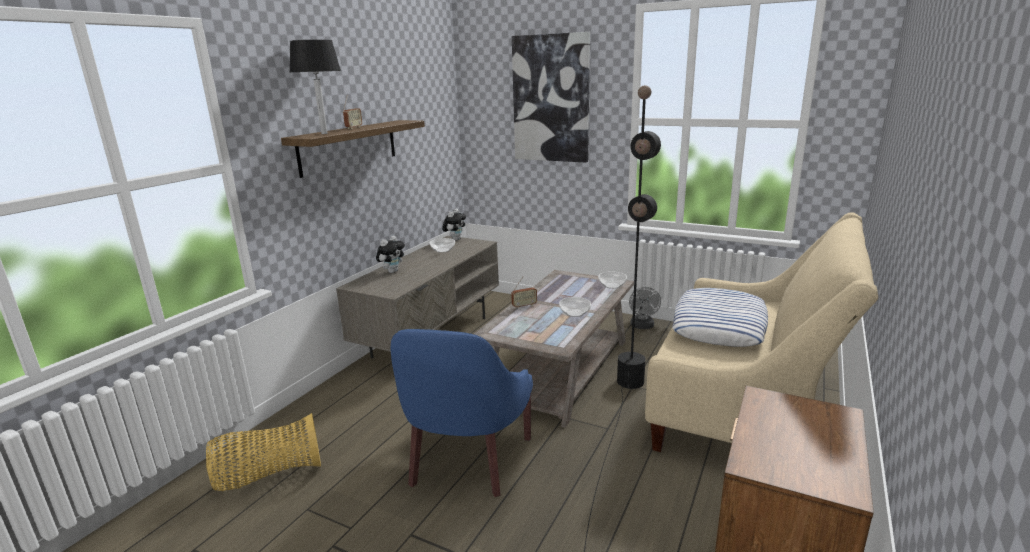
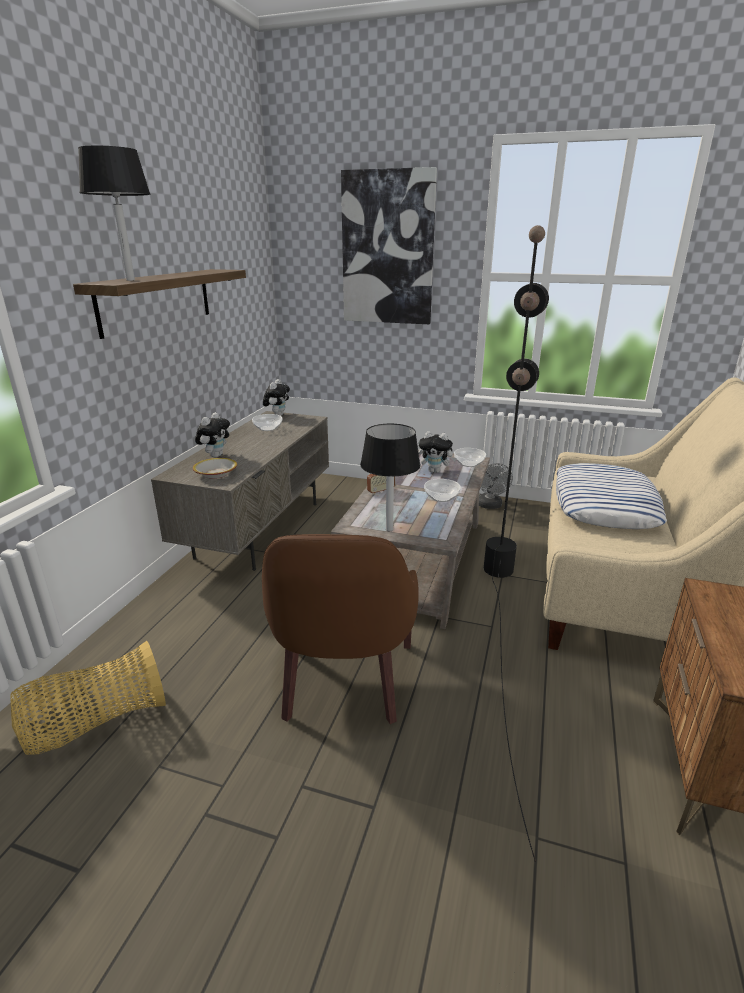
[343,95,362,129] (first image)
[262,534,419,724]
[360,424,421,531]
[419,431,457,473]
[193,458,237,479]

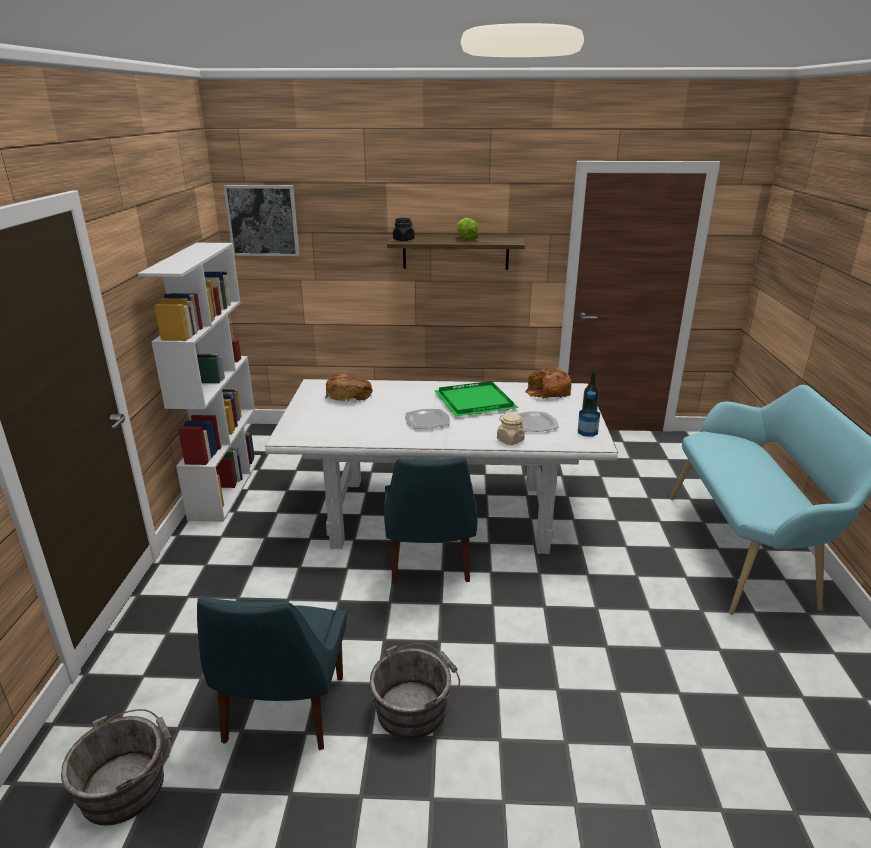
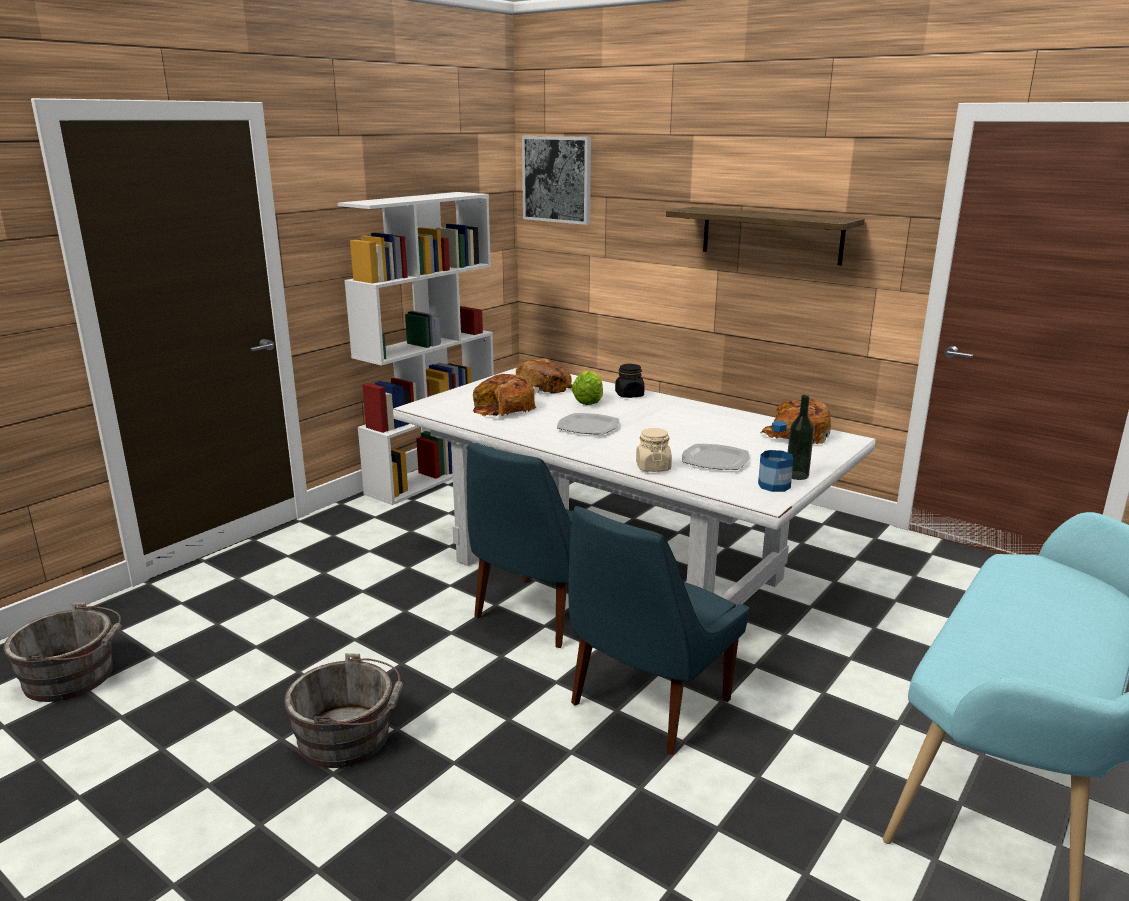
[615,364,645,398]
[572,371,603,405]
[435,381,519,417] (first image)
[568,506,749,755]
[472,374,536,416]

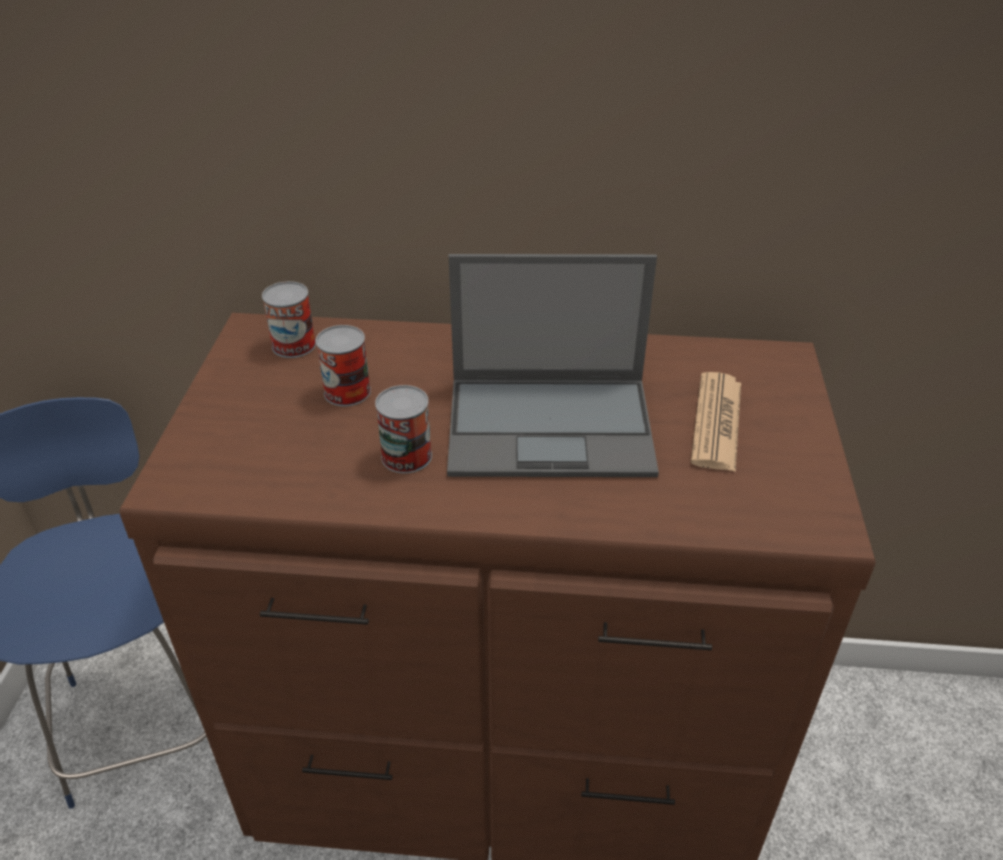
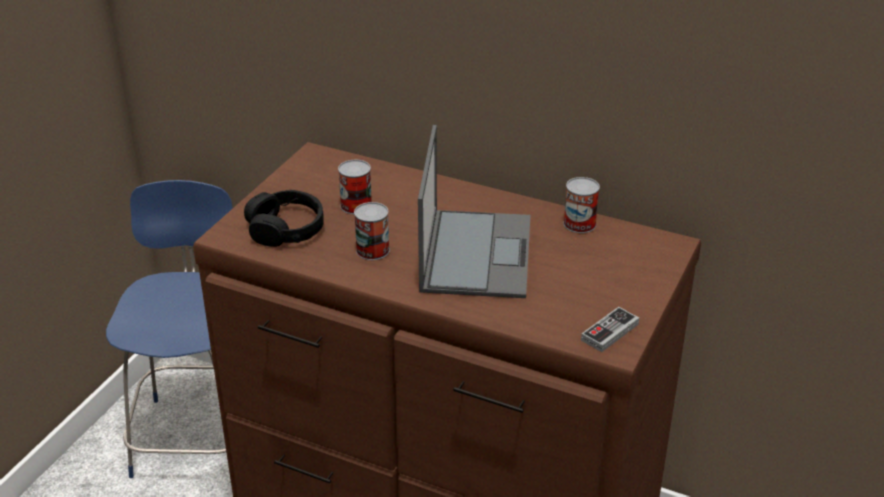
[418,125,530,298]
[563,177,600,233]
[691,372,741,472] (first image)
[244,190,324,247]
[581,307,639,352]

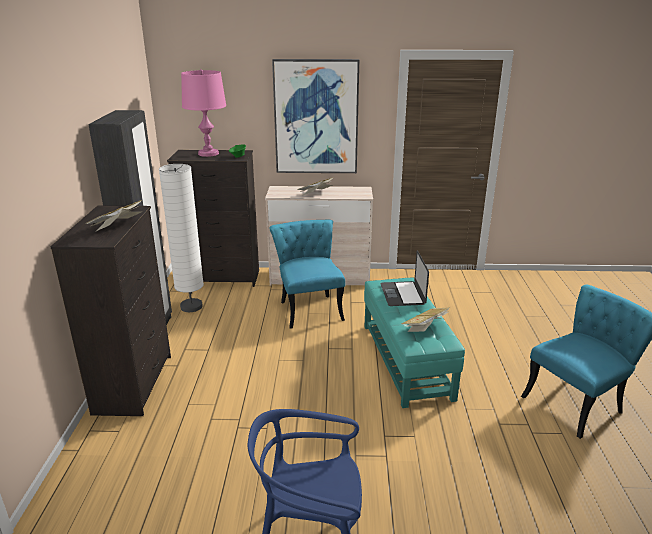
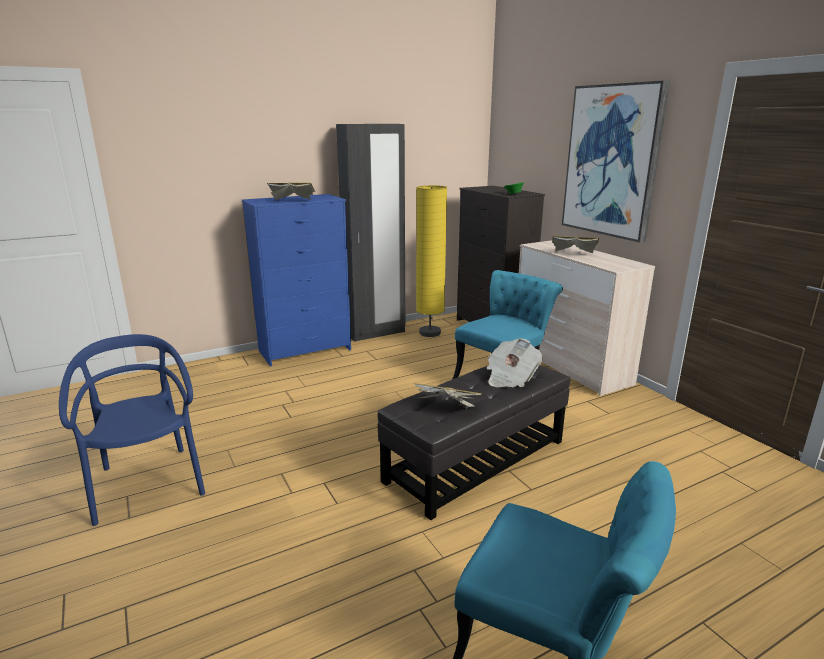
[181,69,226,157] (first image)
[416,185,447,337]
[242,194,351,367]
[487,338,543,387]
[378,365,570,520]

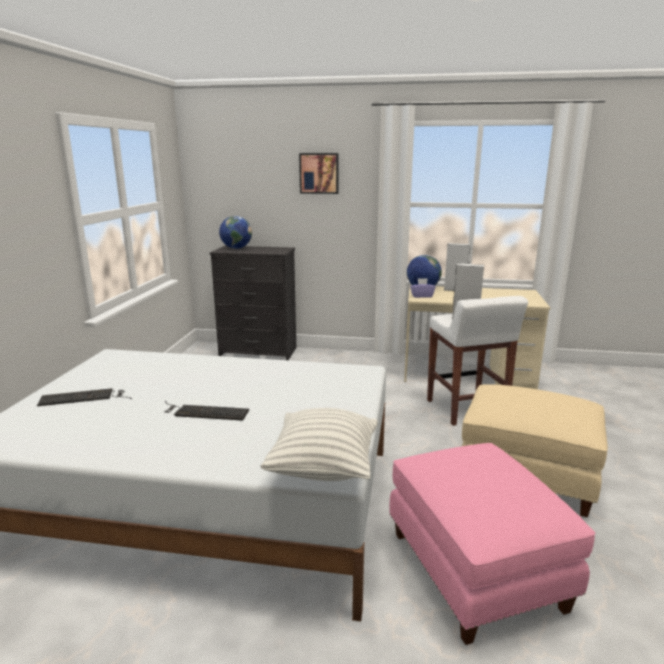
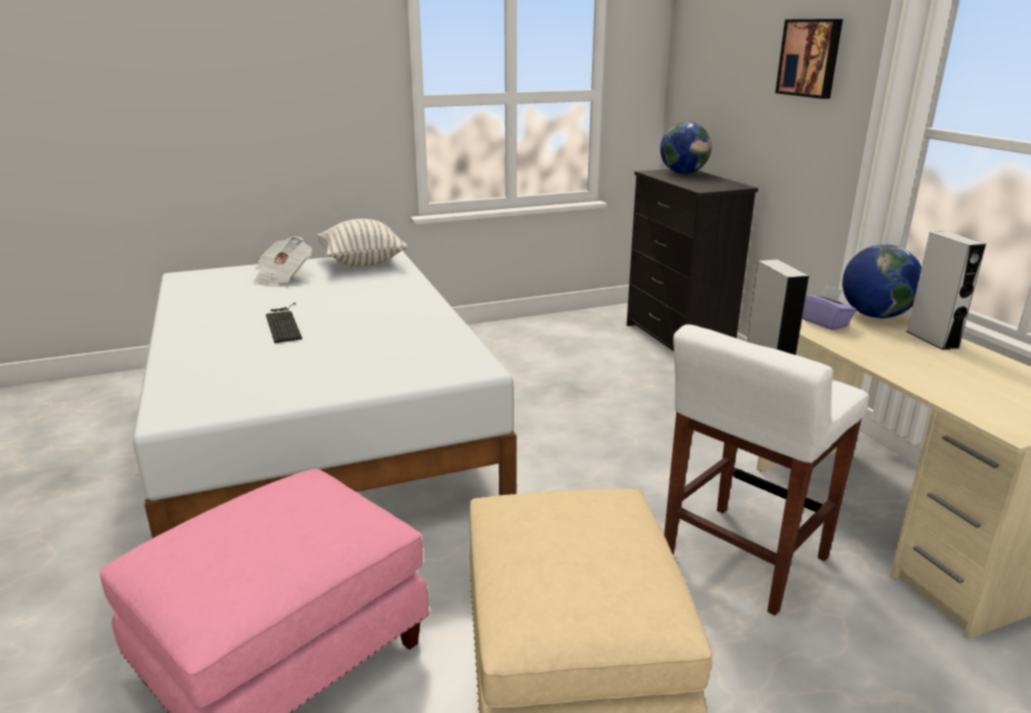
[253,237,312,286]
[316,219,408,266]

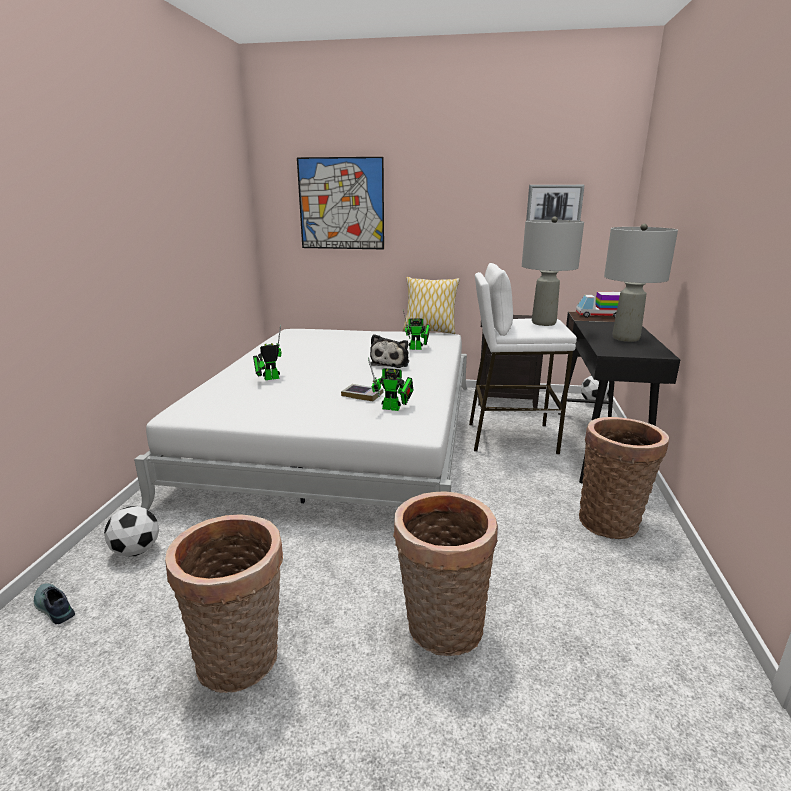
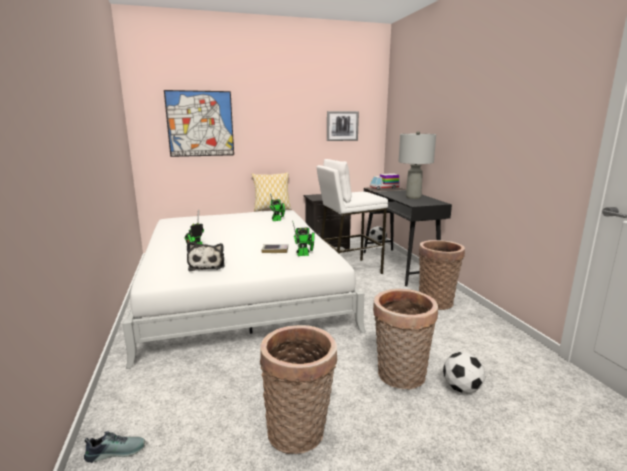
[522,216,584,326] (first image)
[187,241,225,271]
[443,352,485,393]
[84,431,145,463]

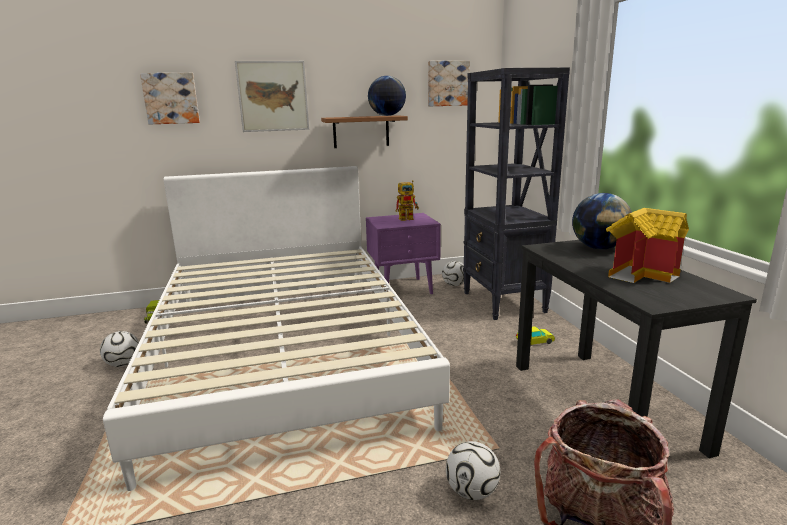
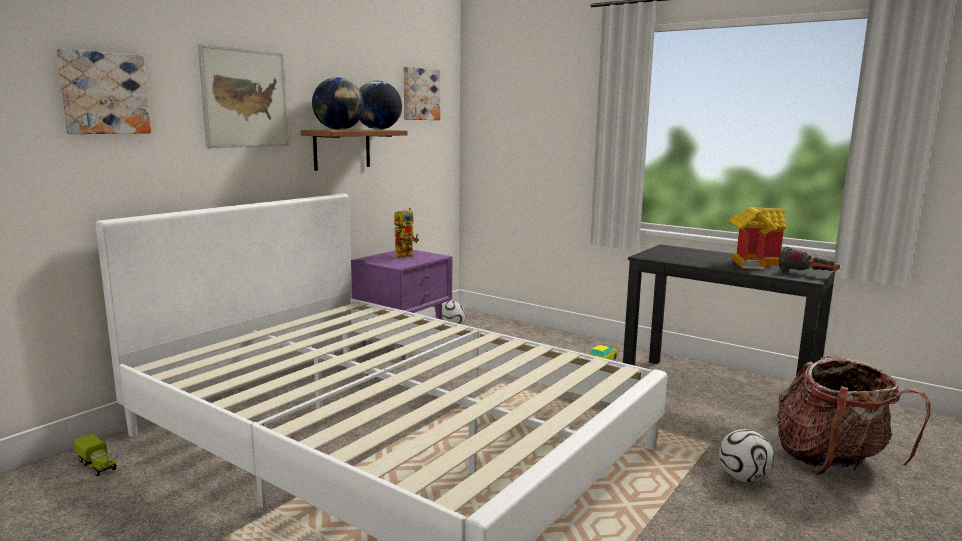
[463,67,570,320] (first image)
[312,77,364,130]
[100,331,139,367] (first image)
[779,247,840,271]

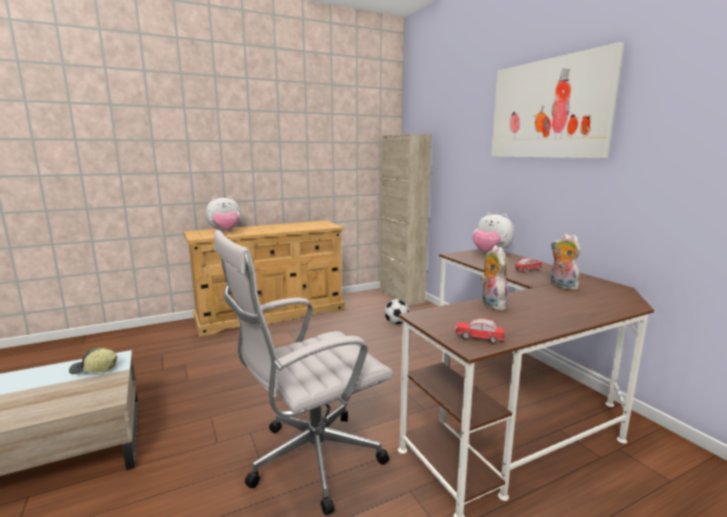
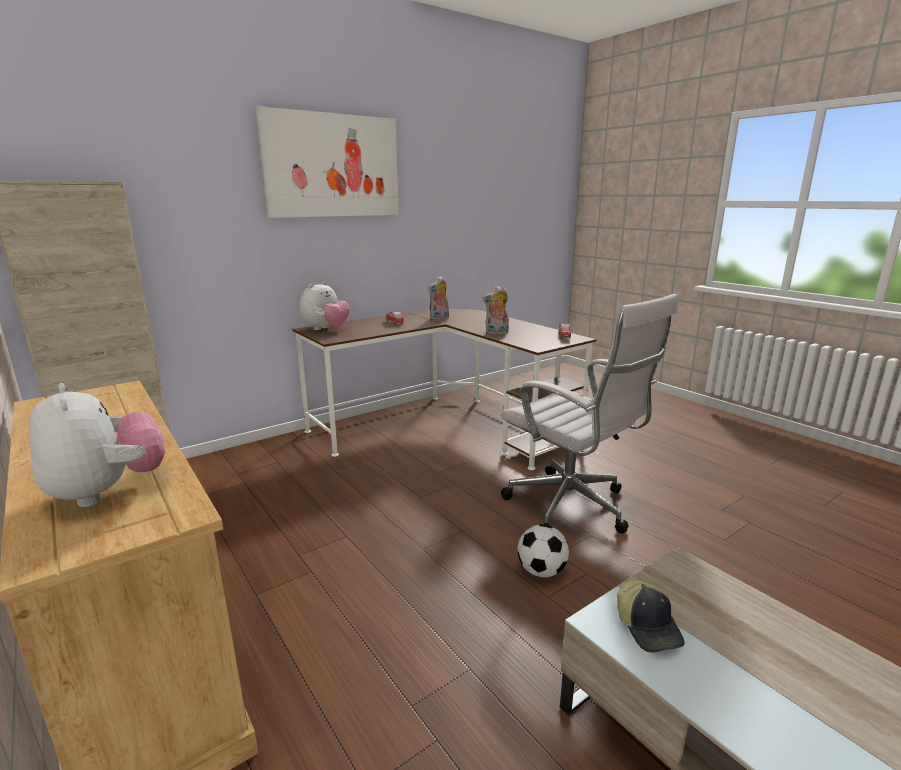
[518,524,569,578]

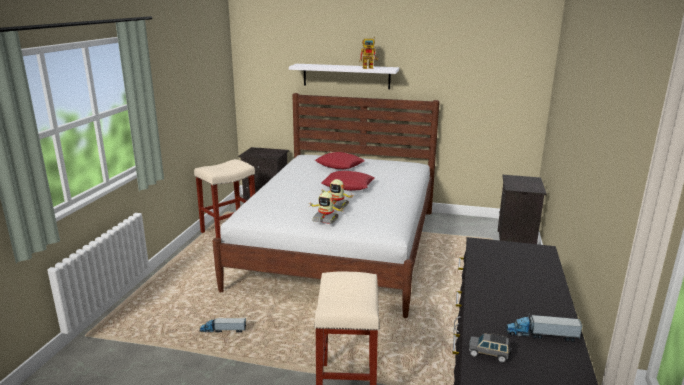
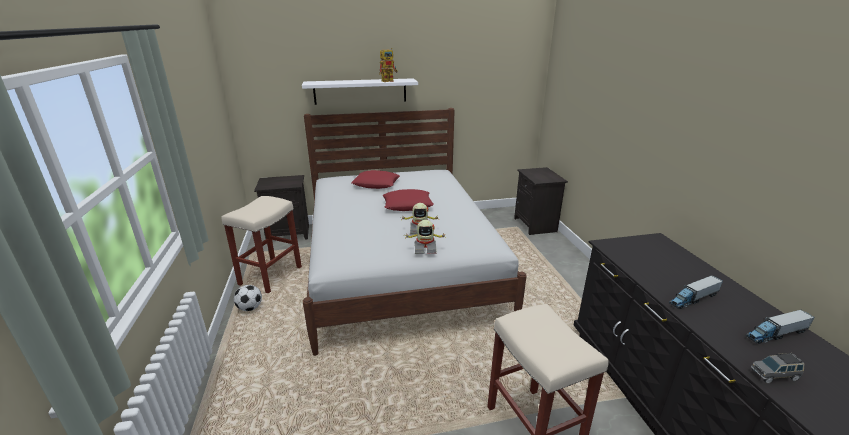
[669,275,723,309]
[234,285,262,311]

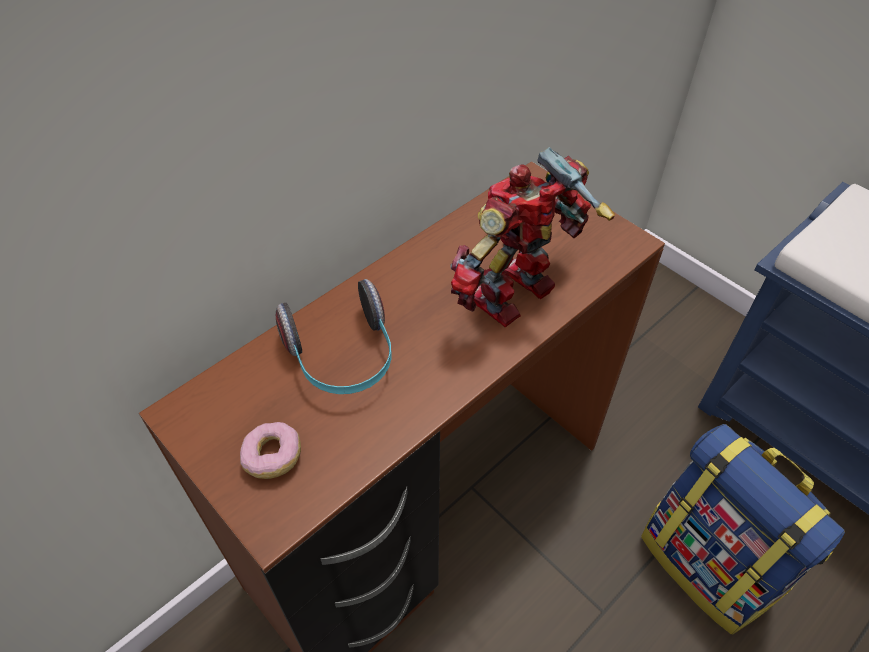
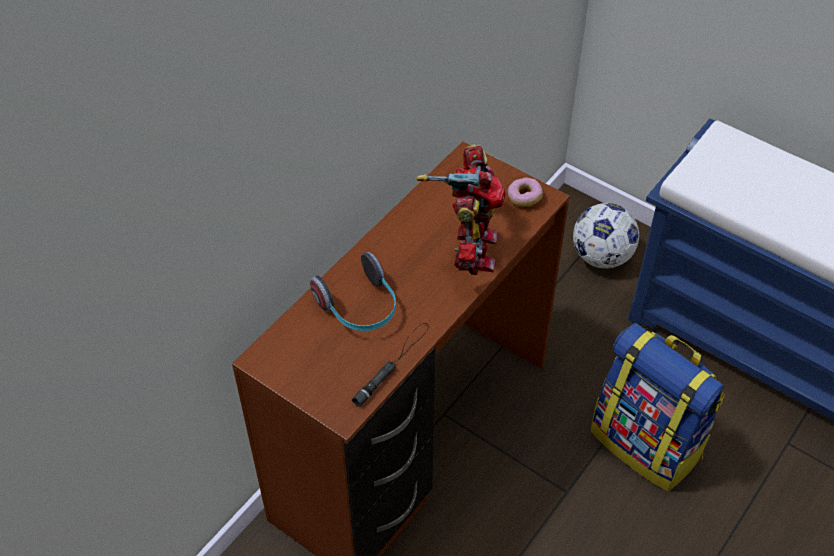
[416,144,506,275]
[508,178,543,207]
[573,203,639,269]
[352,323,429,407]

